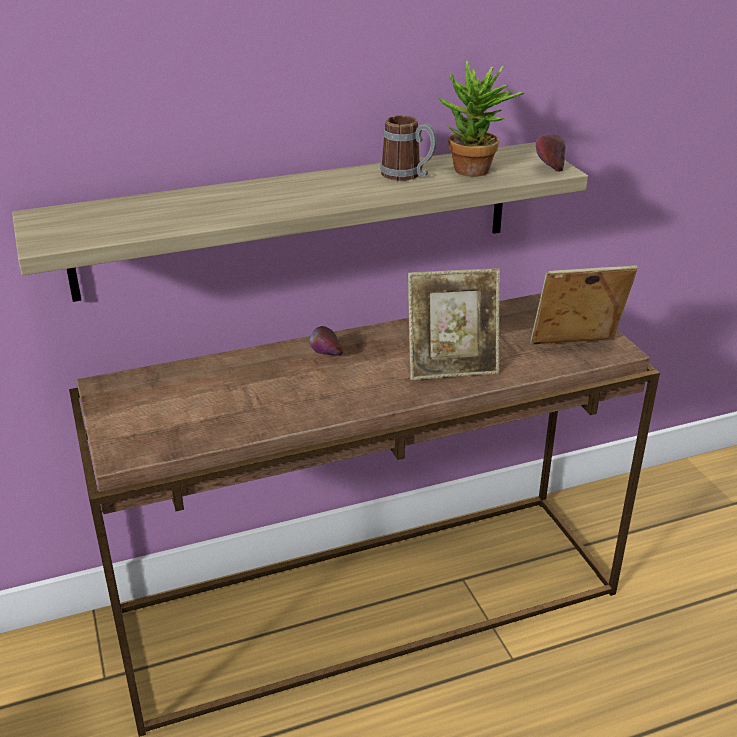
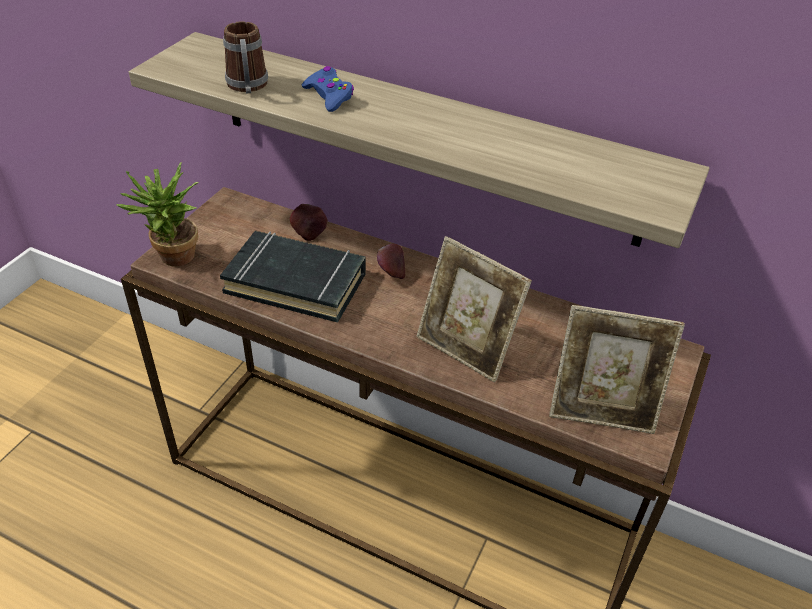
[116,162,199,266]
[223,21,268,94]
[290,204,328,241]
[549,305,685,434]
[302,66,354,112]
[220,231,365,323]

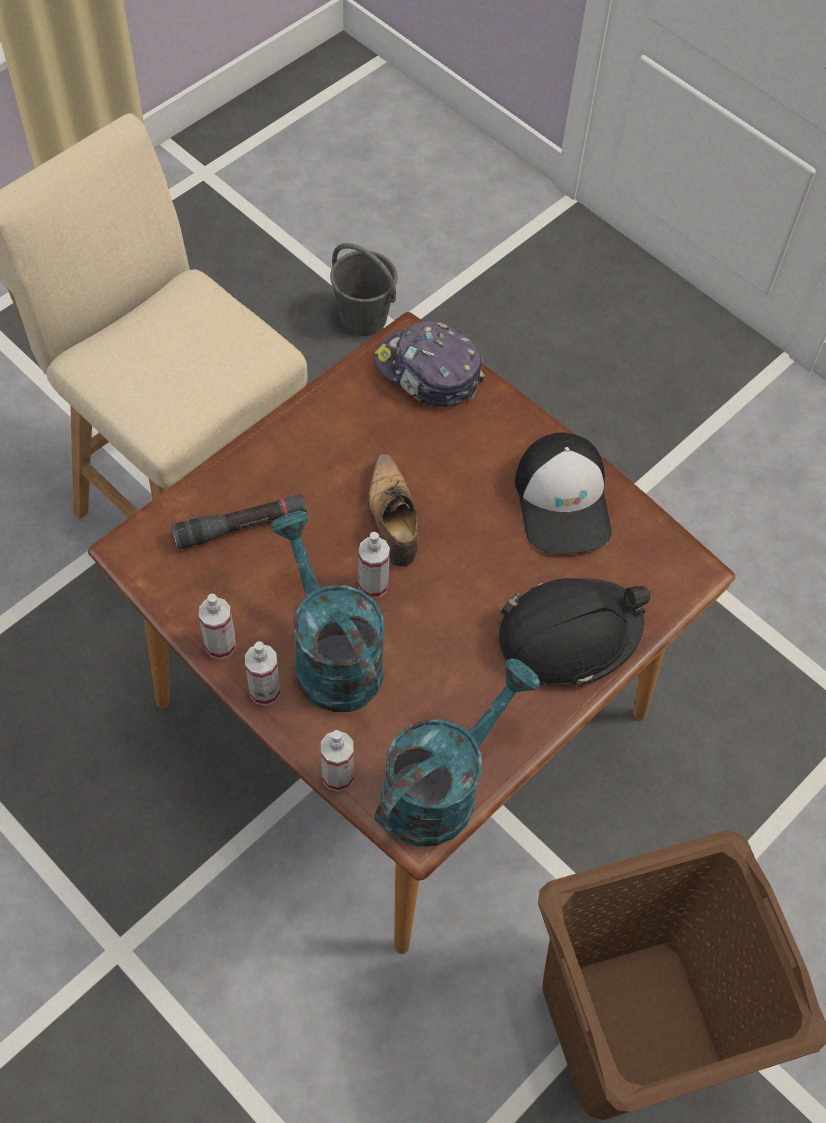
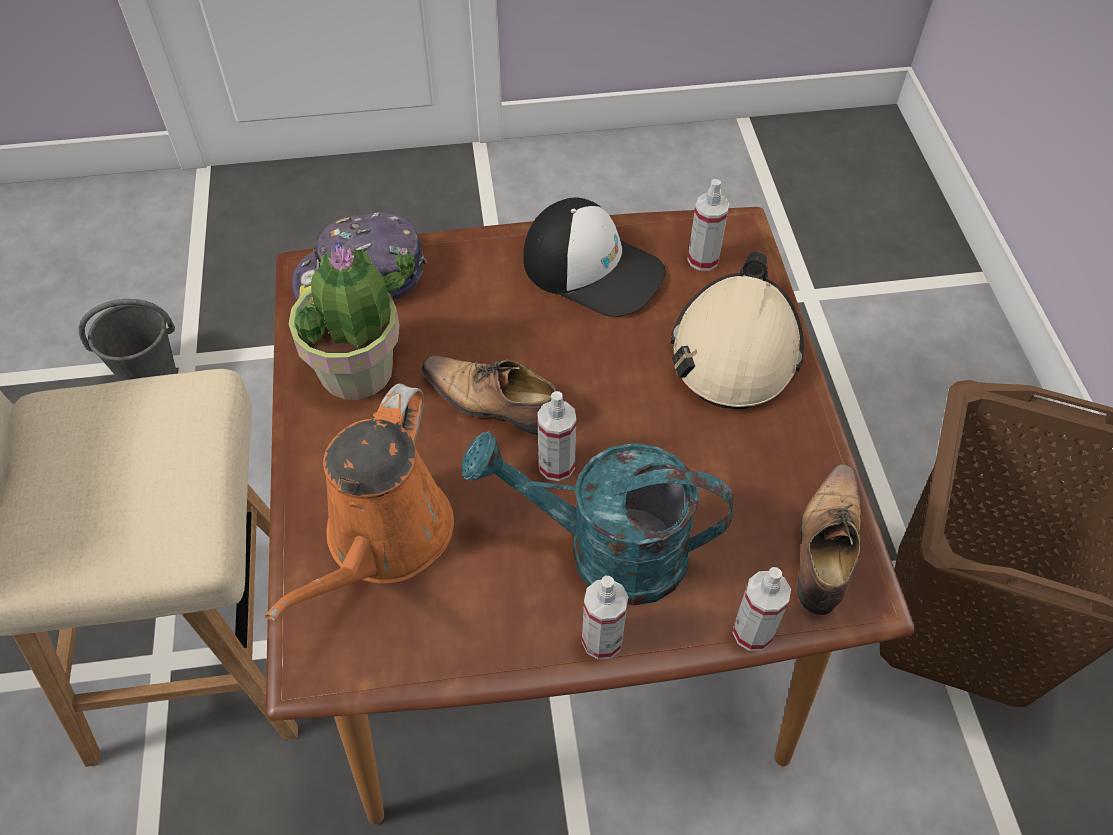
[265,383,454,621]
[670,252,804,409]
[687,179,729,271]
[797,464,861,615]
[289,246,415,400]

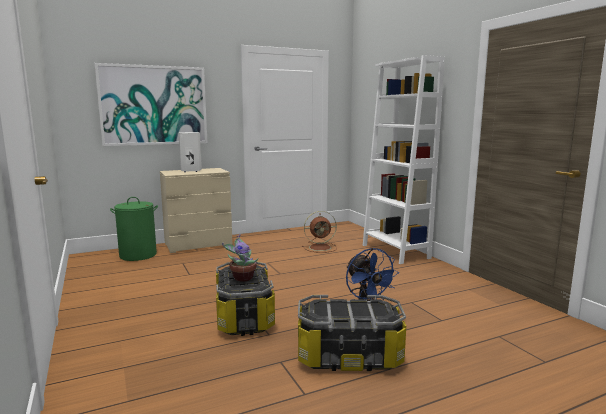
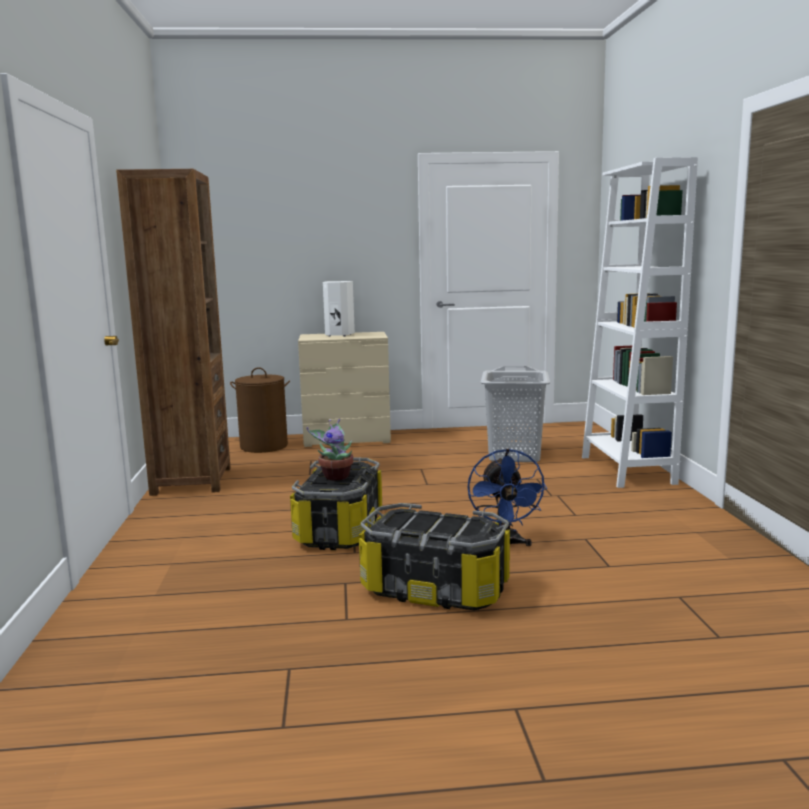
[95,63,207,146] (first image)
[230,367,290,453]
[481,366,550,462]
[116,169,231,496]

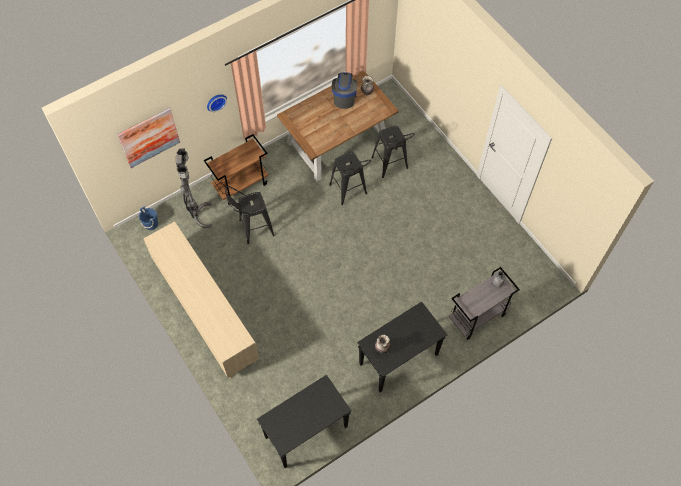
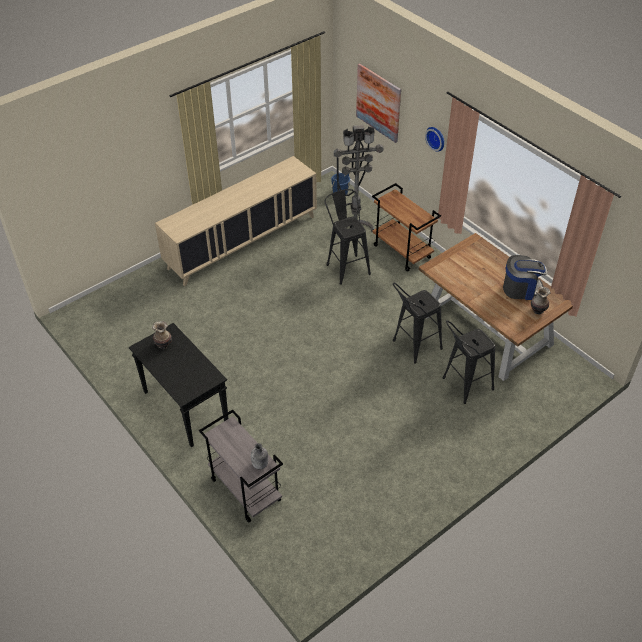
[257,375,351,468] (first image)

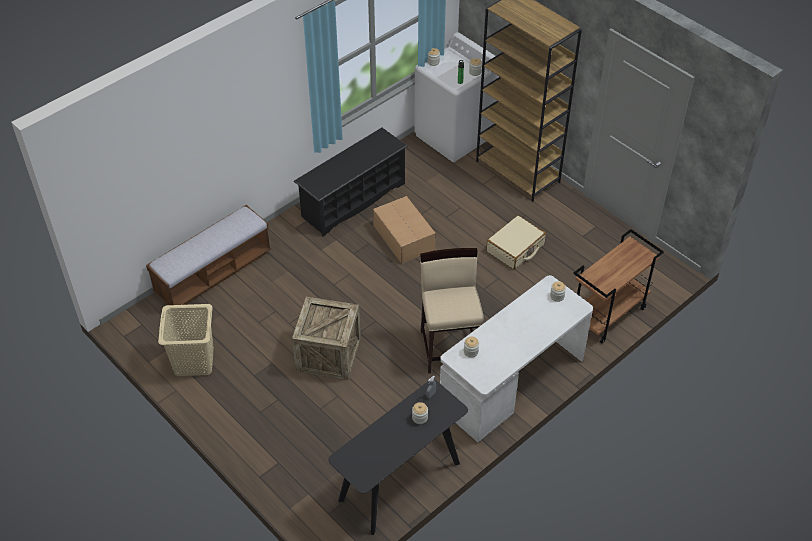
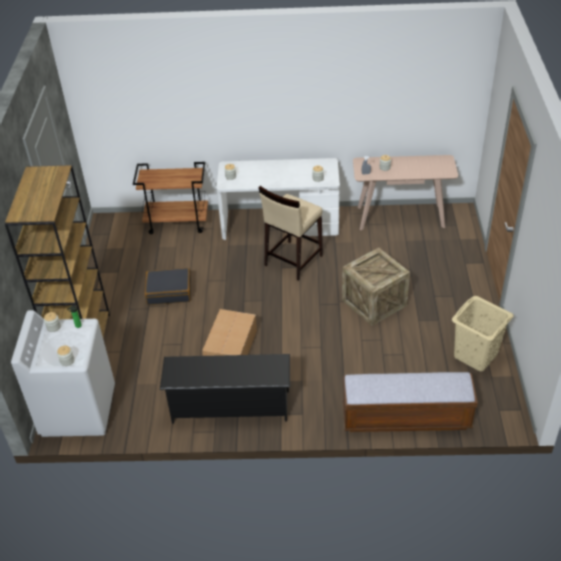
[145,268,191,305]
[353,155,458,230]

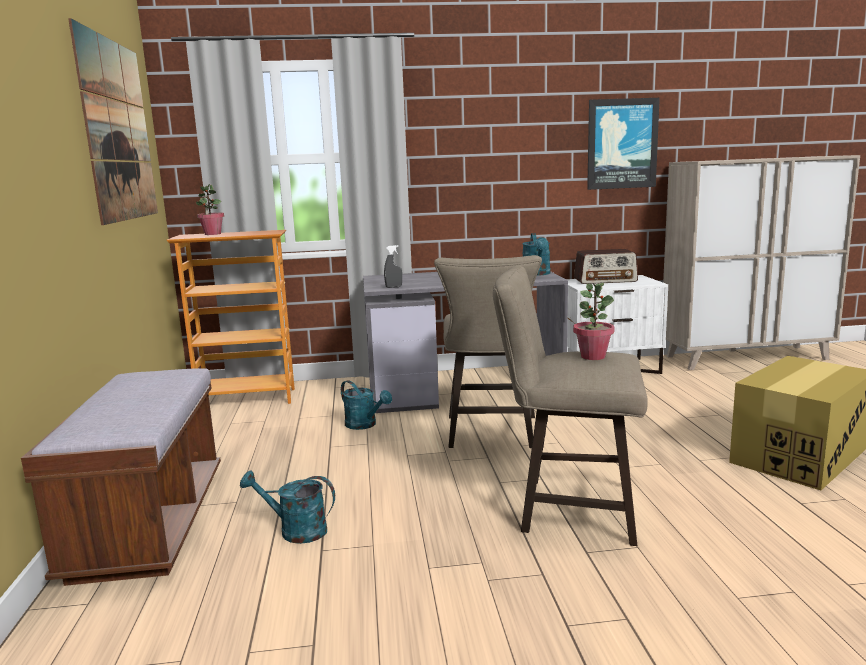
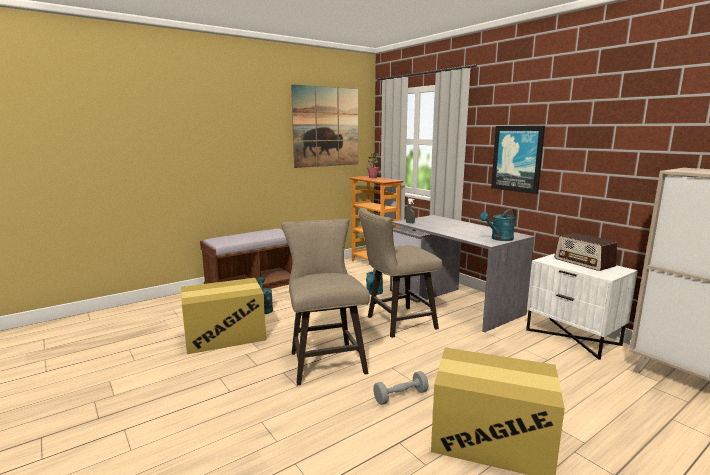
[491,126,545,194]
[573,283,615,360] (first image)
[181,278,266,354]
[373,371,429,405]

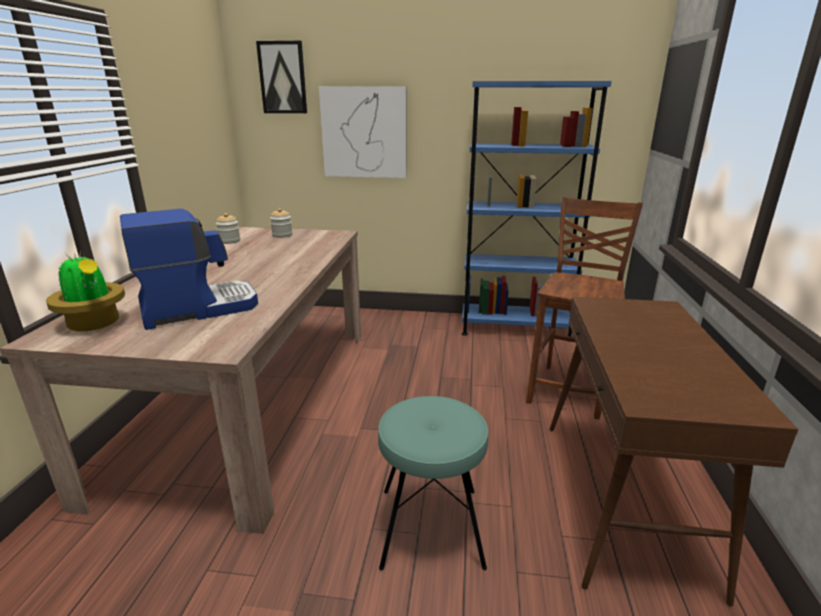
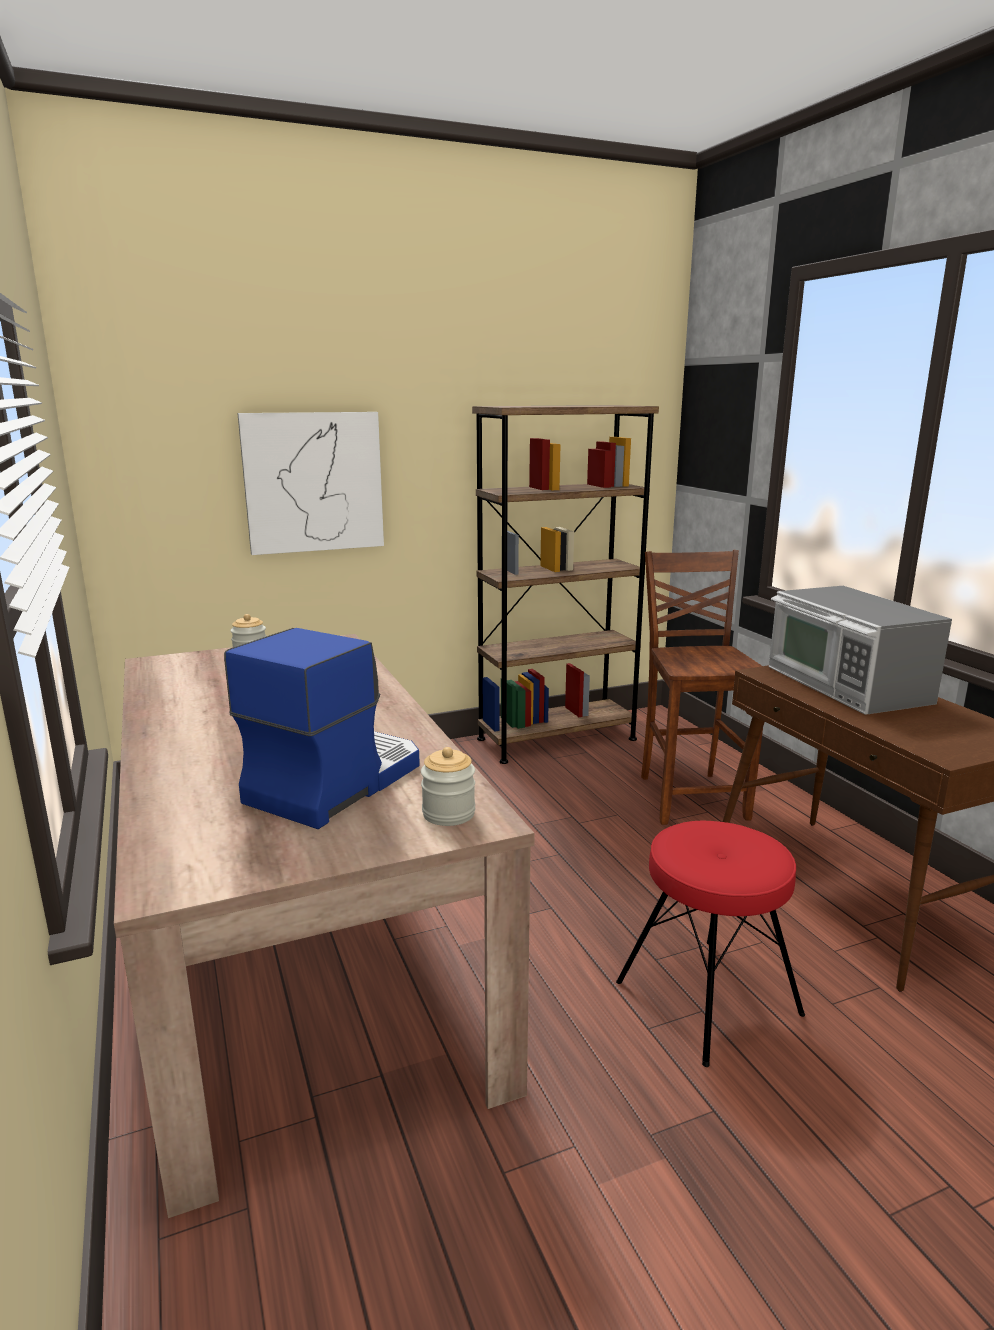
[256,41,307,113] (first image)
[472,405,659,764]
[421,747,475,826]
[46,252,125,332] (first image)
[616,821,805,1067]
[768,586,952,714]

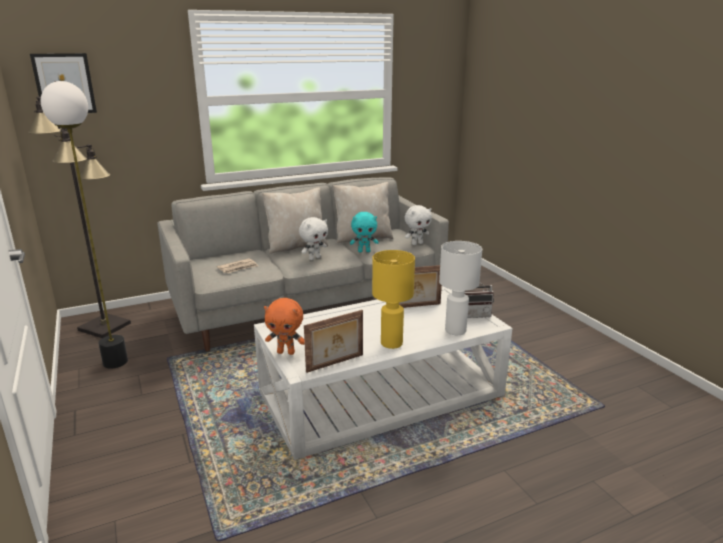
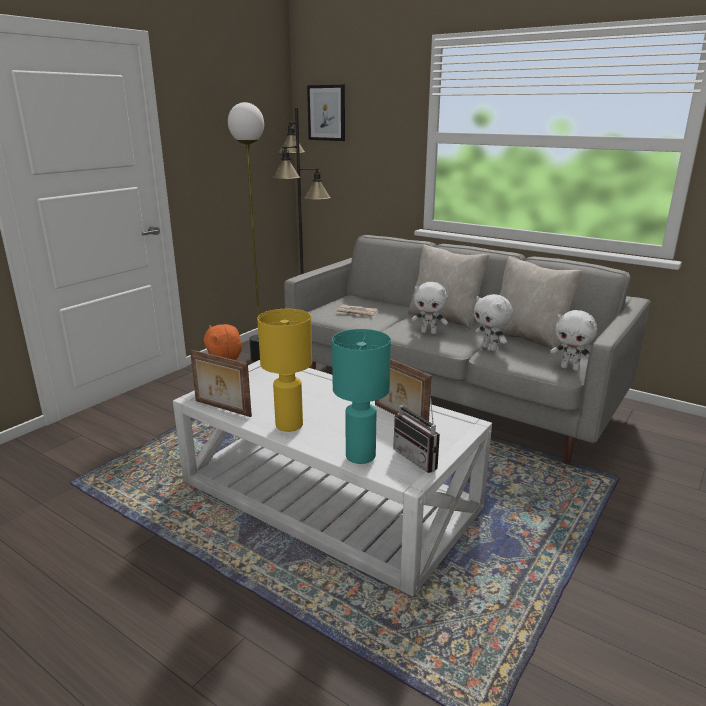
[474,294,513,351]
[332,329,391,464]

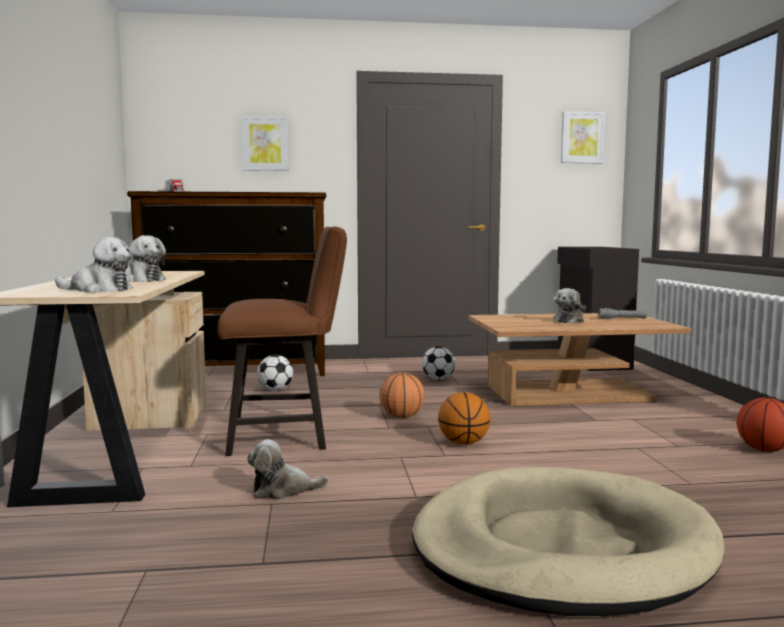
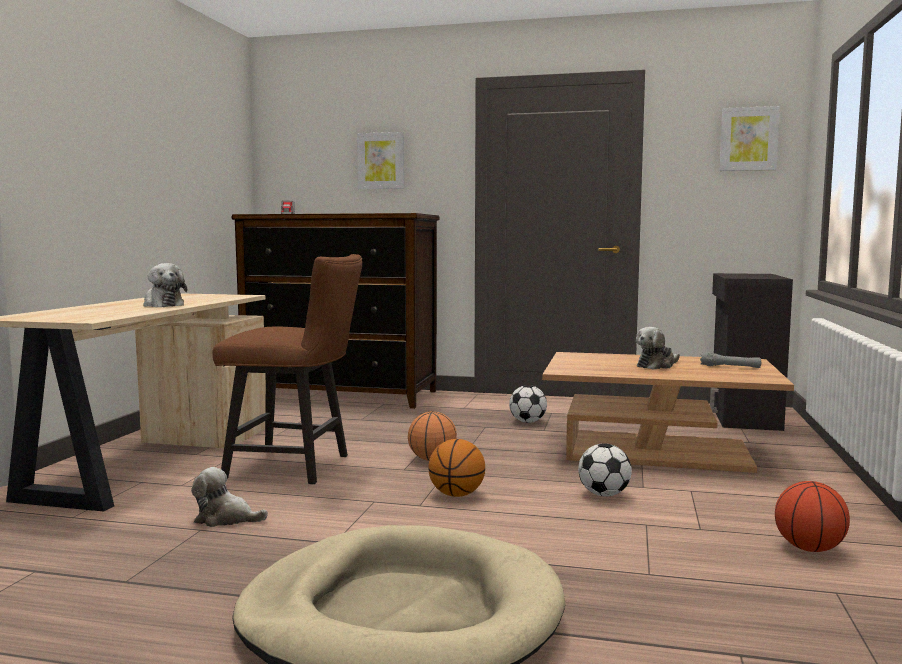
[55,237,133,292] (first image)
[578,443,632,497]

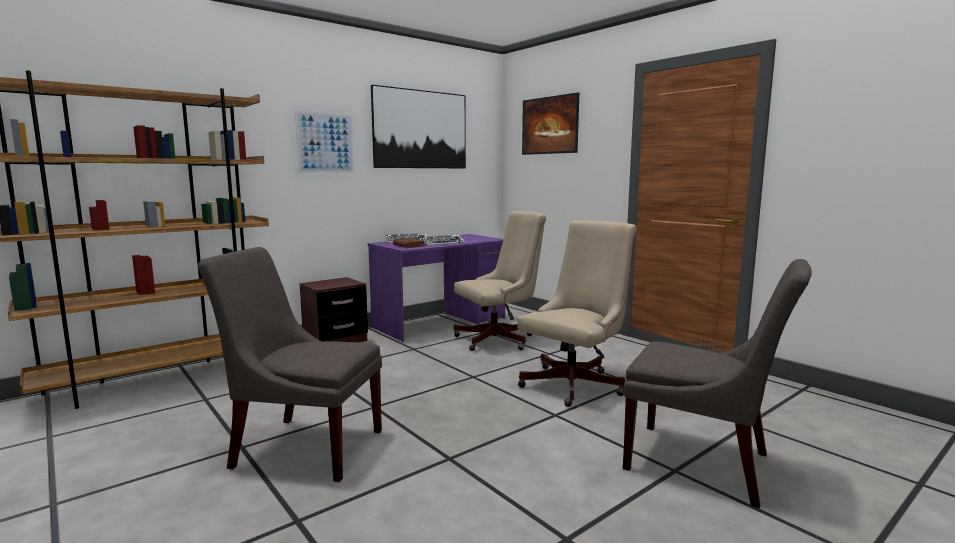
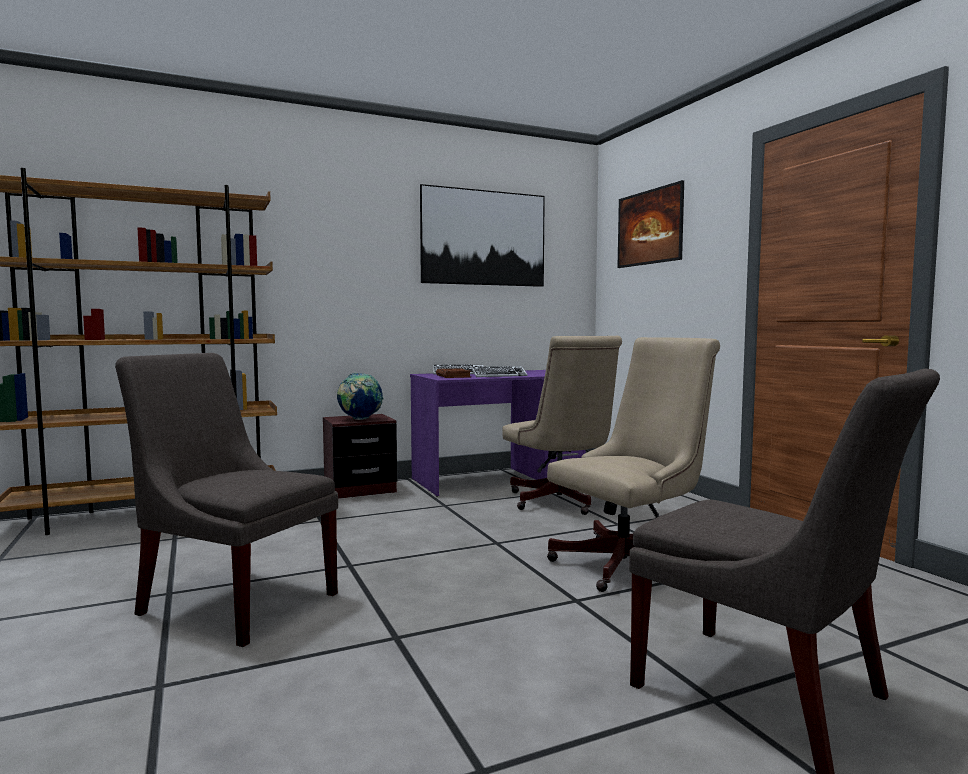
[295,111,354,173] (first image)
[502,336,622,515]
[337,373,384,420]

